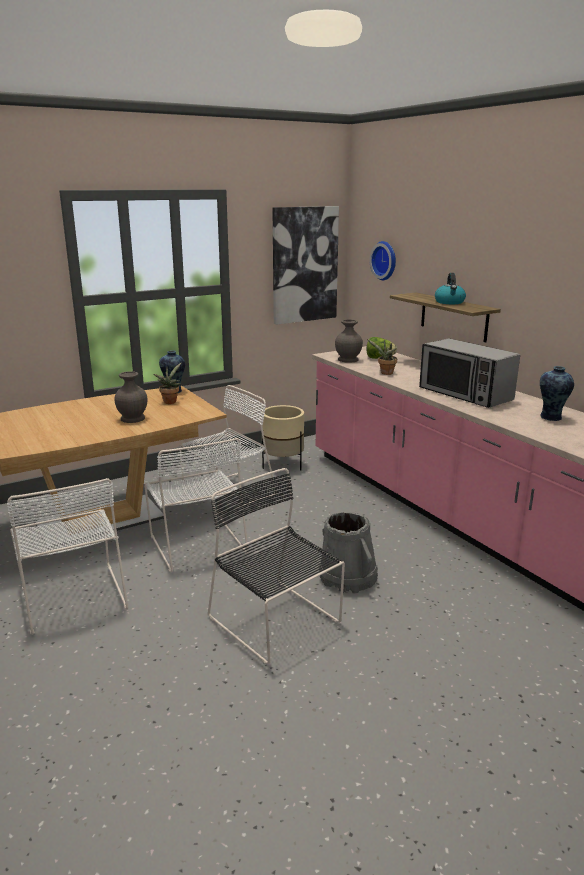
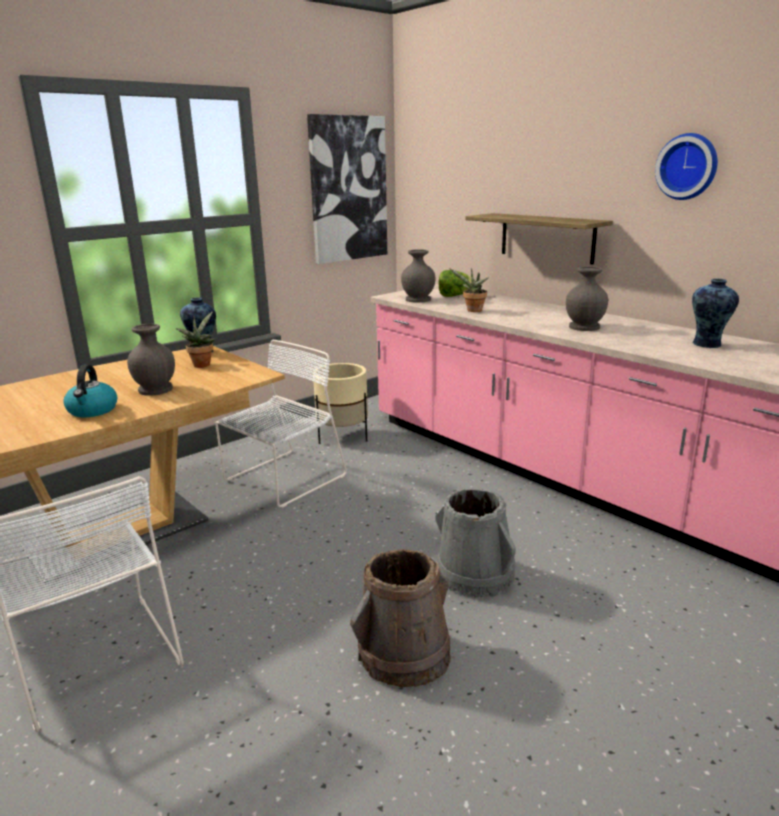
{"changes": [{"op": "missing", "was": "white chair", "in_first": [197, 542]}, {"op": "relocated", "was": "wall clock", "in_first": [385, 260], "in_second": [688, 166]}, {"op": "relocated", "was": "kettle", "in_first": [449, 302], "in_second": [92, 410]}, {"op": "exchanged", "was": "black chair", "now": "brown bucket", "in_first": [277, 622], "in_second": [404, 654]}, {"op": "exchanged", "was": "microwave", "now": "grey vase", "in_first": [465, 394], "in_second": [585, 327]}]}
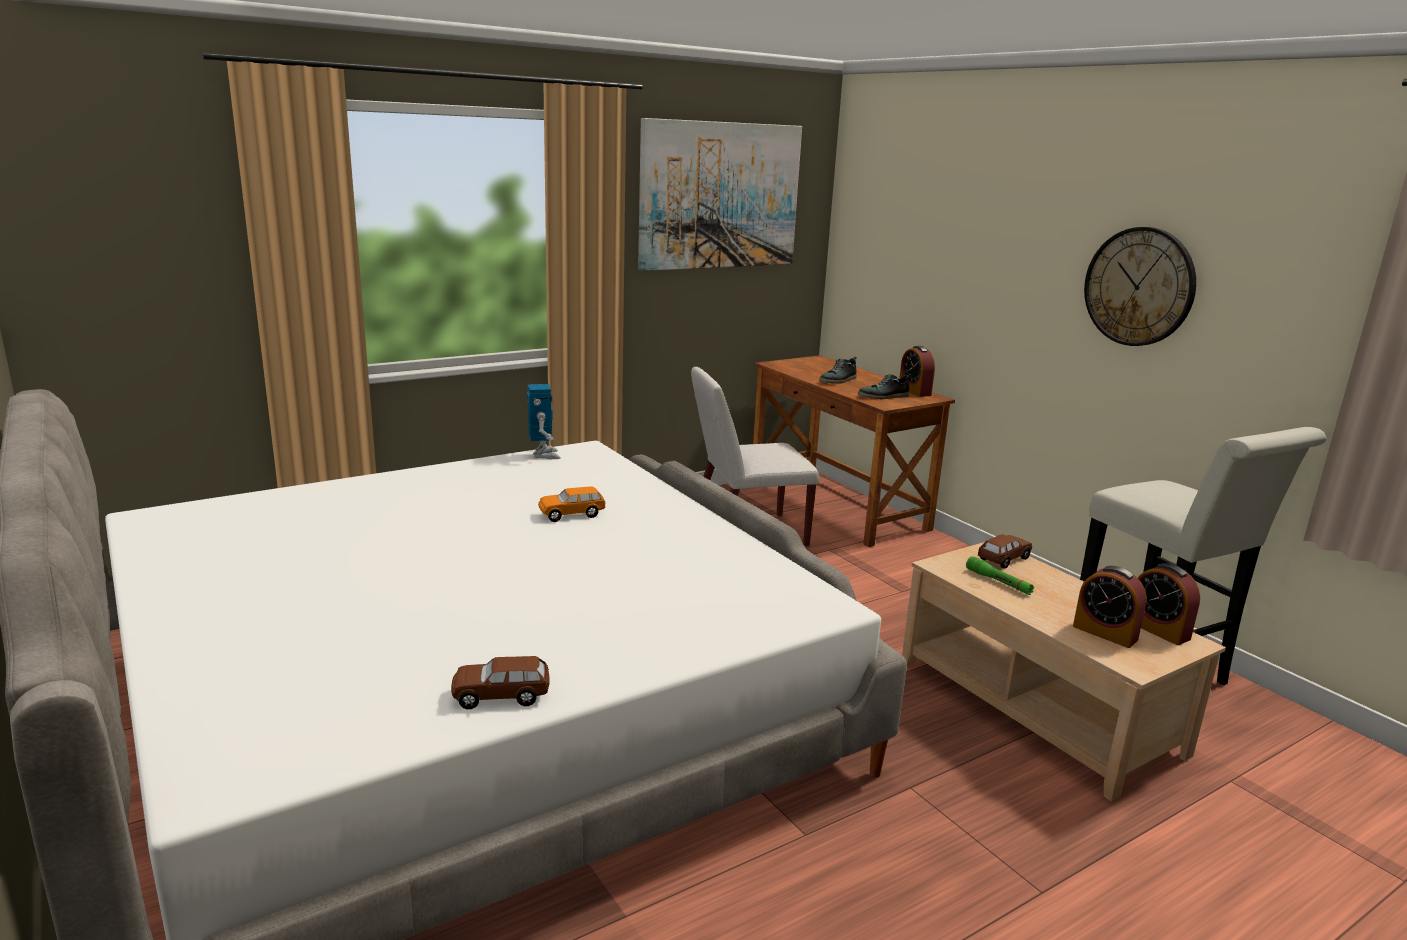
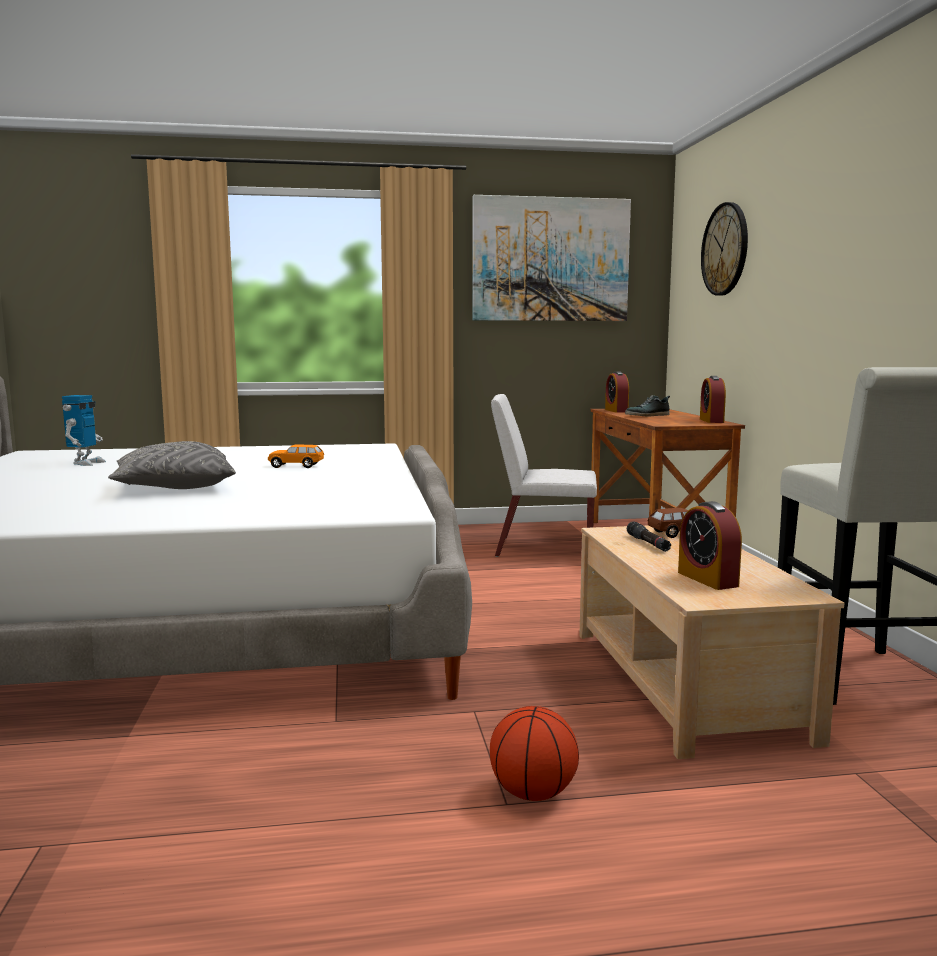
{"changes": [{"op": "missing", "was": "brown toy car", "in_first": [501, 696]}, {"op": "missing", "was": "shoe", "in_first": [884, 396]}, {"op": "appeared", "now": "grey pillow", "in_second": [174, 488]}, {"op": "appeared", "now": "basketball", "in_second": [533, 793]}, {"op": "relocated", "was": "toy robot", "in_first": [544, 455], "in_second": [86, 463]}, {"op": "relocated", "was": "wall clock", "in_first": [1139, 287], "in_second": [725, 249]}, {"op": "relocated", "was": "alarm clock", "in_first": [1158, 630], "in_second": [616, 411]}, {"op": "colour", "was": "green flashlight", "now": "black flashlight", "in_first": [998, 582], "in_second": [648, 544]}]}
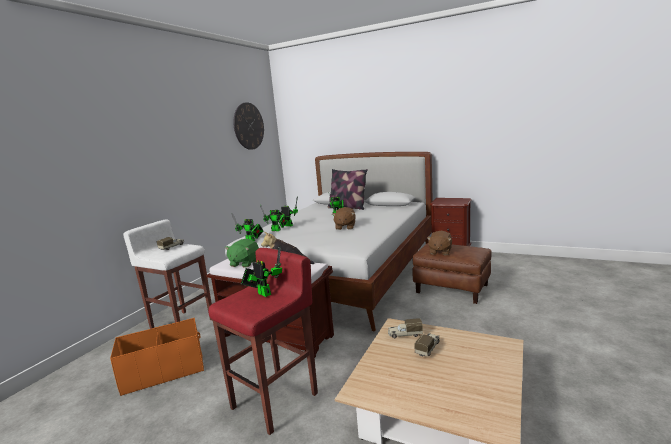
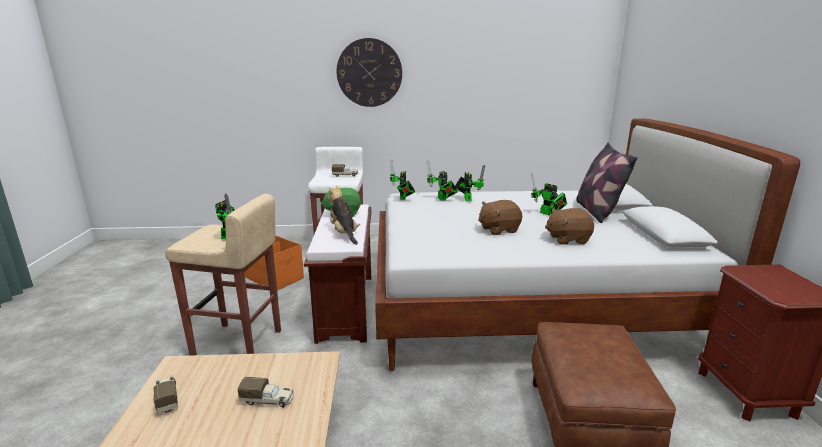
{"changes": [{"op": "relocated", "was": "wall clock", "in_first": [249, 126], "in_second": [369, 73]}, {"op": "relocated", "was": "toy truck", "in_first": [404, 334], "in_second": [167, 399]}, {"op": "relocated", "was": "brown plush toy", "in_first": [440, 252], "in_second": [567, 239]}, {"op": "colour", "was": "red stool", "now": "beige stool", "in_first": [276, 400], "in_second": [238, 344]}]}
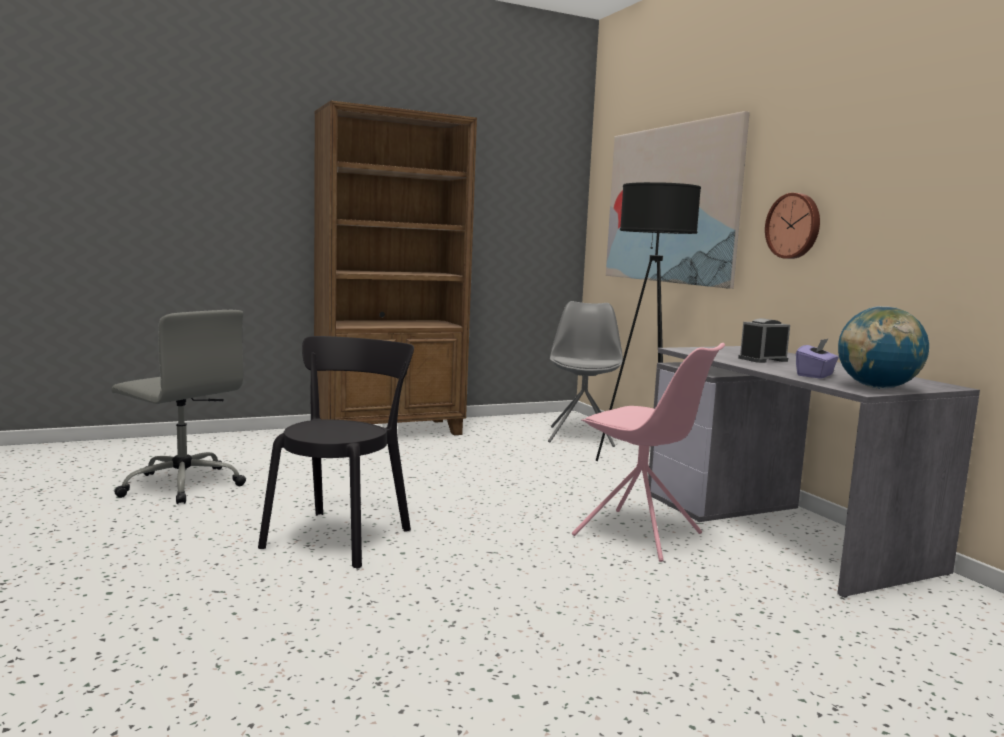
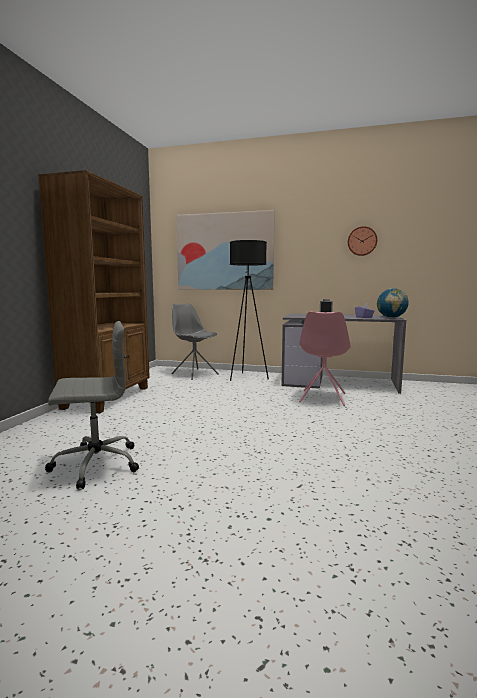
{"changes": [{"op": "missing", "was": "black chair", "in_first": [341, 536]}, {"op": "relocated", "was": "wall clock", "in_first": [794, 226], "in_second": [362, 241]}, {"op": "spun", "was": "pink chair", "in_first": [639, 535], "in_second": [322, 398], "clockwise": 120}]}
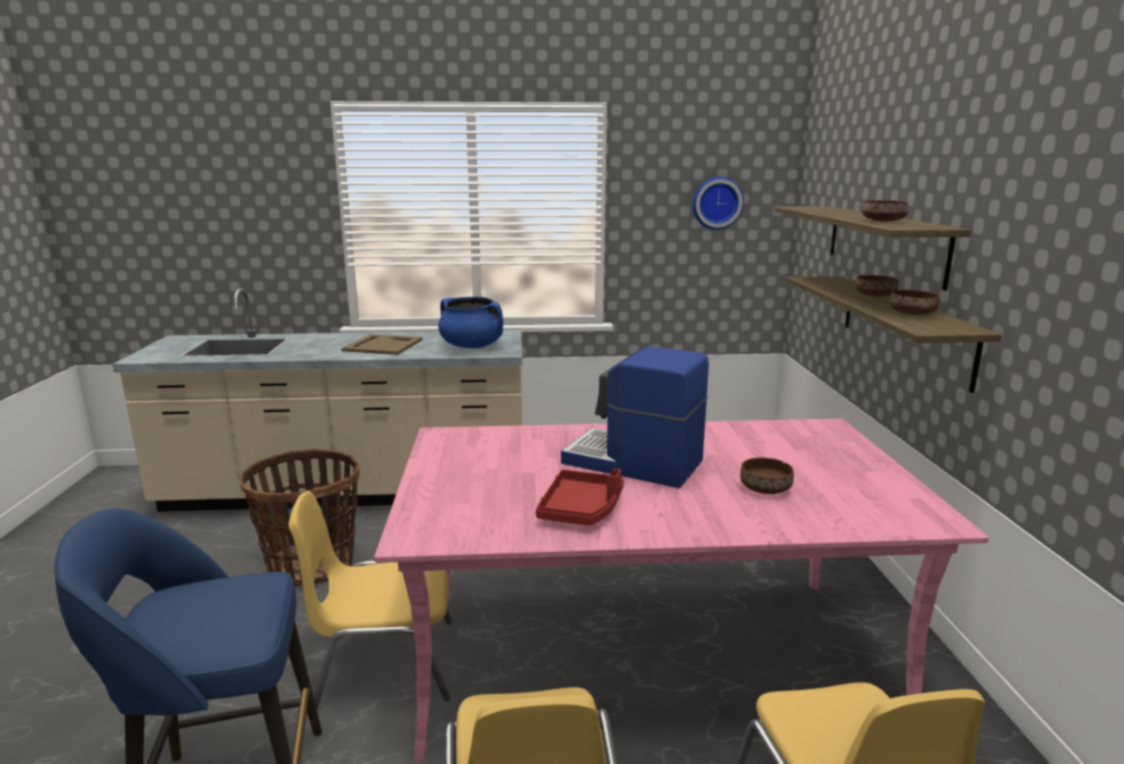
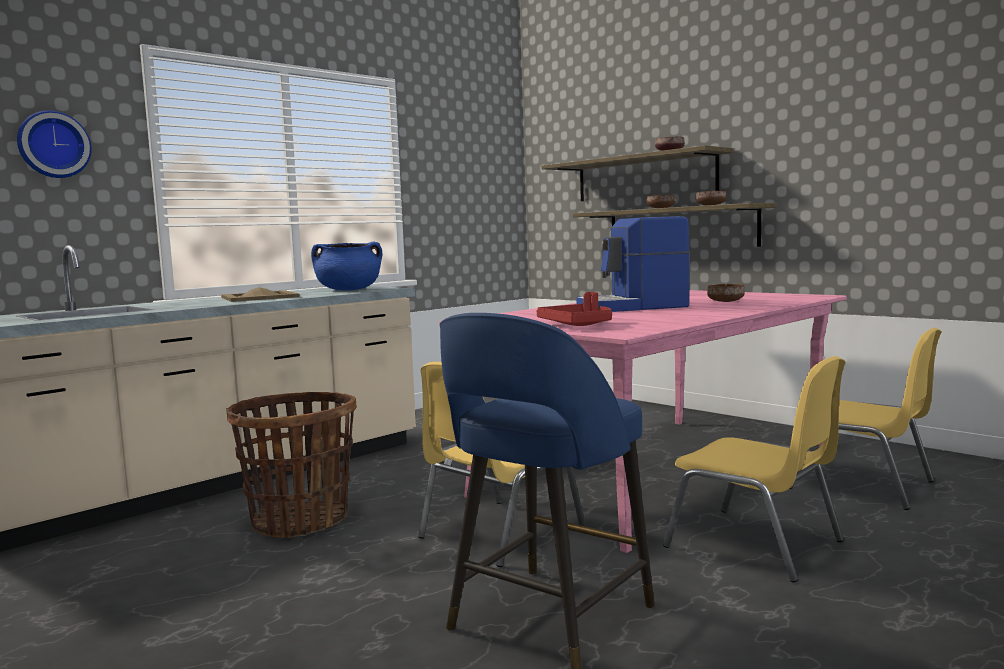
{"changes": [{"op": "relocated", "was": "red tray", "in_first": [581, 509], "in_second": [577, 325]}, {"op": "relocated", "was": "wall clock", "in_first": [716, 203], "in_second": [53, 145]}]}
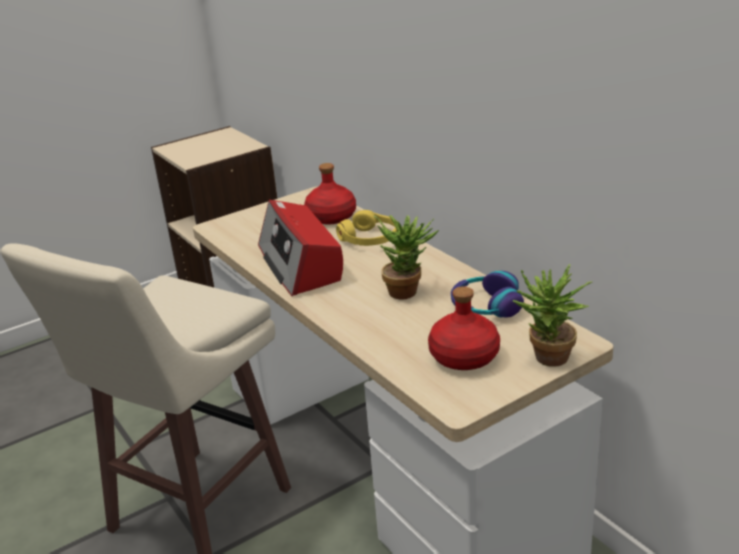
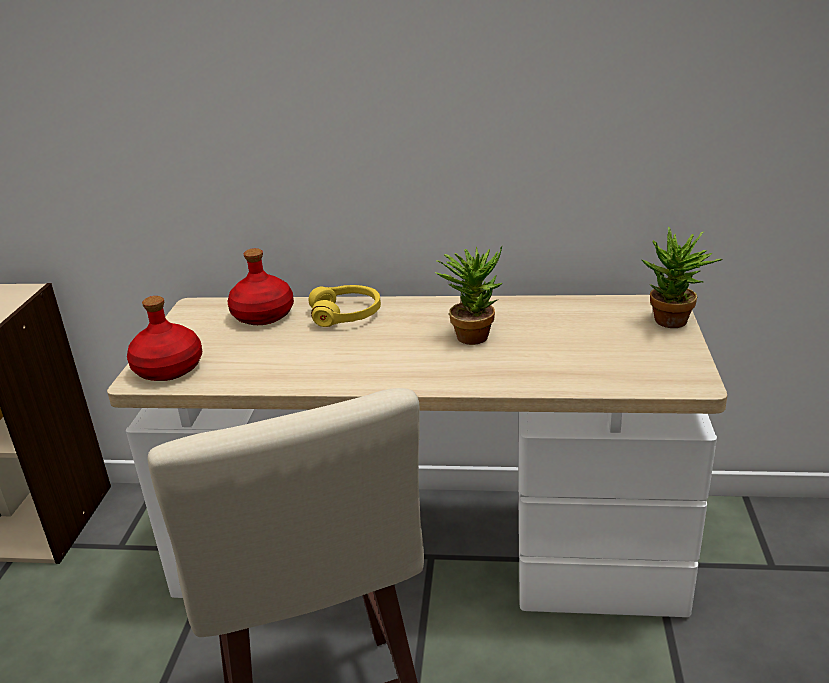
{"changes": [{"op": "missing", "was": "radio", "in_first": [300, 264]}, {"op": "missing", "was": "headphones", "in_first": [485, 306]}, {"op": "relocated", "was": "red bottle", "in_first": [463, 356], "in_second": [168, 369]}]}
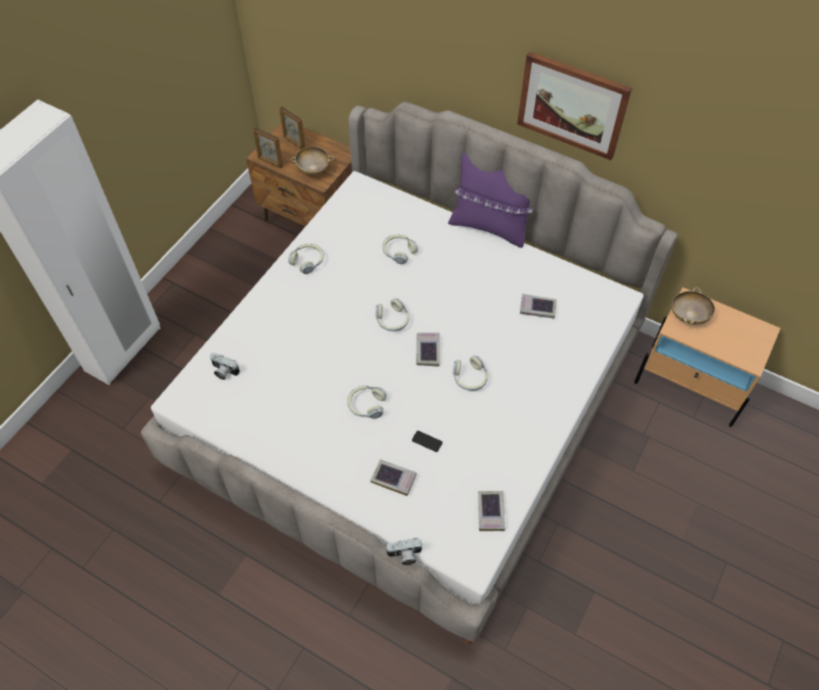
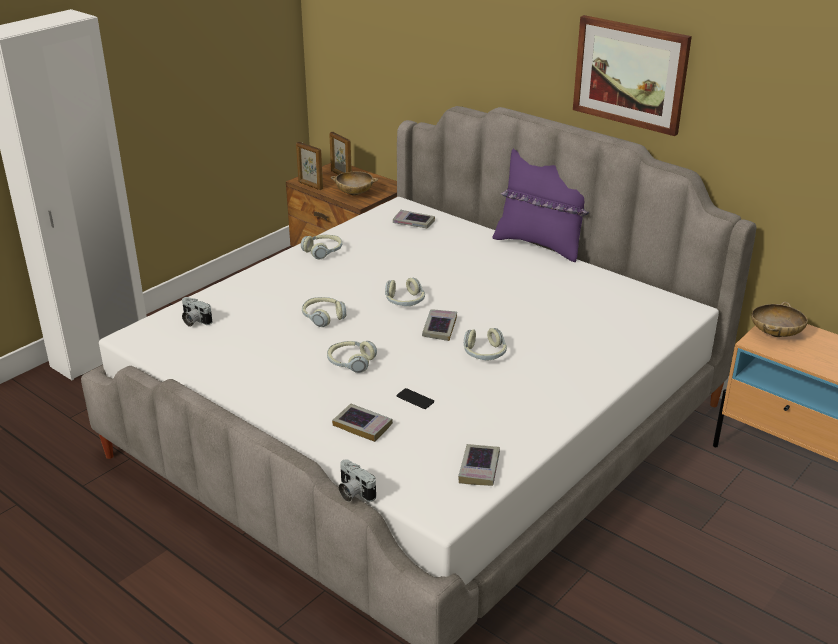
{"changes": [{"op": "relocated", "was": "headphones", "in_first": [399, 252], "in_second": [323, 317]}, {"op": "relocated", "was": "book", "in_first": [537, 308], "in_second": [413, 223]}, {"op": "spun", "was": "photo camera", "in_first": [405, 555], "in_second": [353, 492], "clockwise": 45}]}
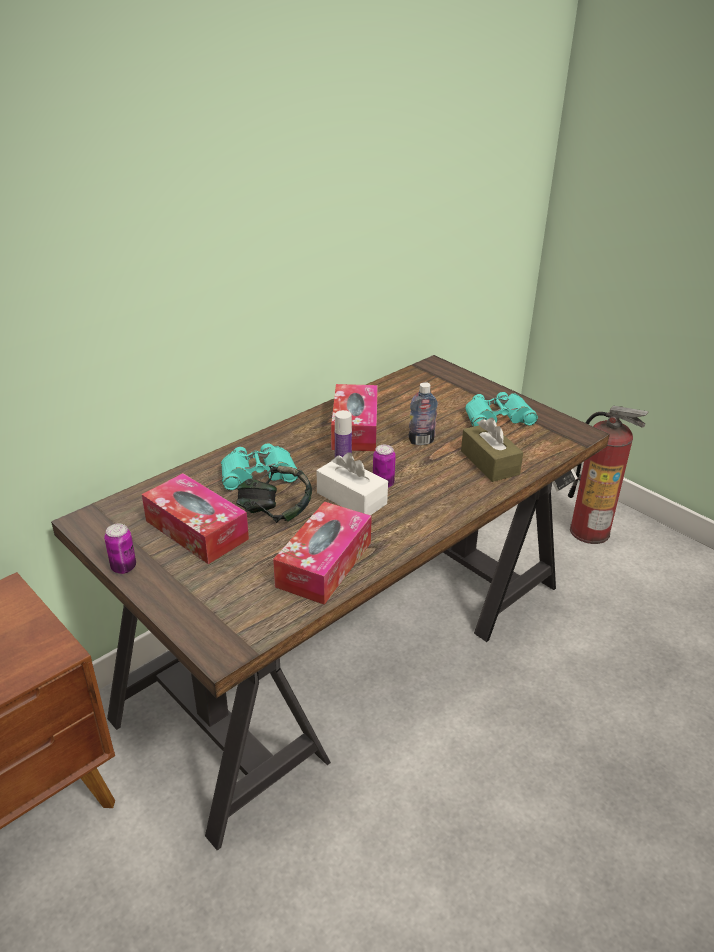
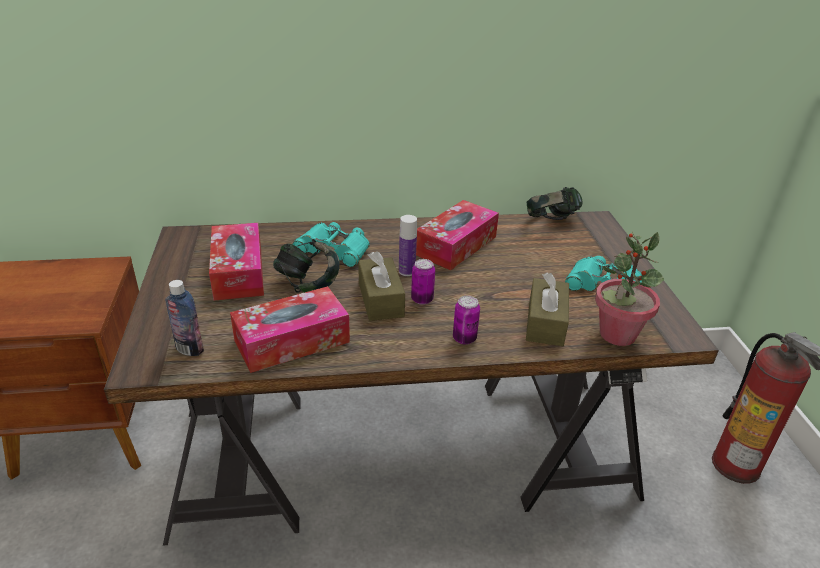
{"changes": [{"op": "appeared", "now": "headphones", "in_second": [551, 221]}, {"op": "appeared", "now": "potted plant", "in_second": [617, 334]}, {"op": "relocated", "was": "can", "in_first": [123, 567], "in_second": [464, 338]}, {"op": "relocated", "was": "bottle", "in_first": [421, 441], "in_second": [189, 349]}, {"op": "colour", "was": "white tissue box", "now": "brown tissue box", "in_first": [351, 498], "in_second": [380, 299]}]}
